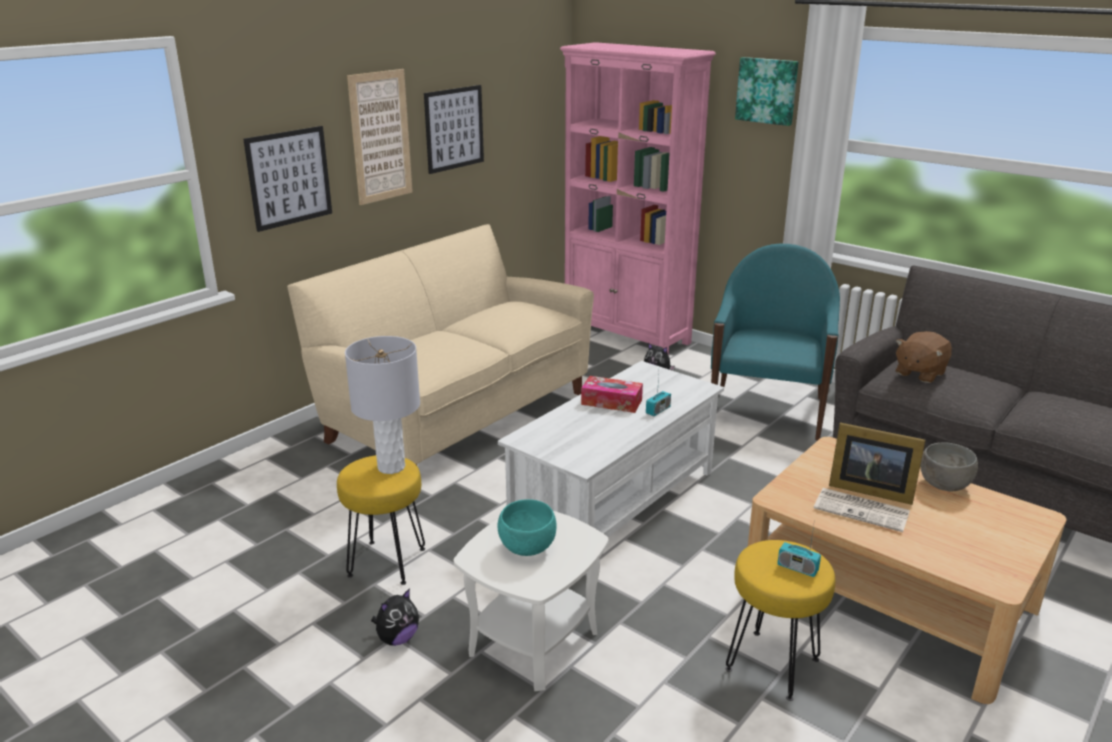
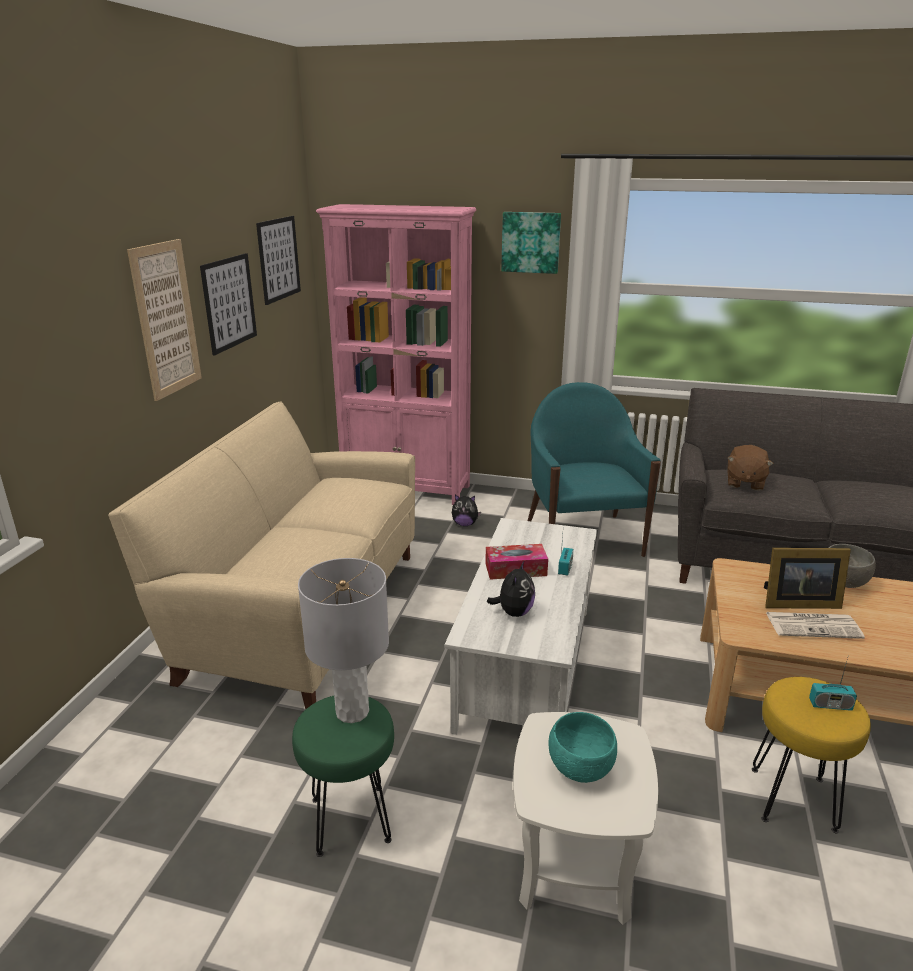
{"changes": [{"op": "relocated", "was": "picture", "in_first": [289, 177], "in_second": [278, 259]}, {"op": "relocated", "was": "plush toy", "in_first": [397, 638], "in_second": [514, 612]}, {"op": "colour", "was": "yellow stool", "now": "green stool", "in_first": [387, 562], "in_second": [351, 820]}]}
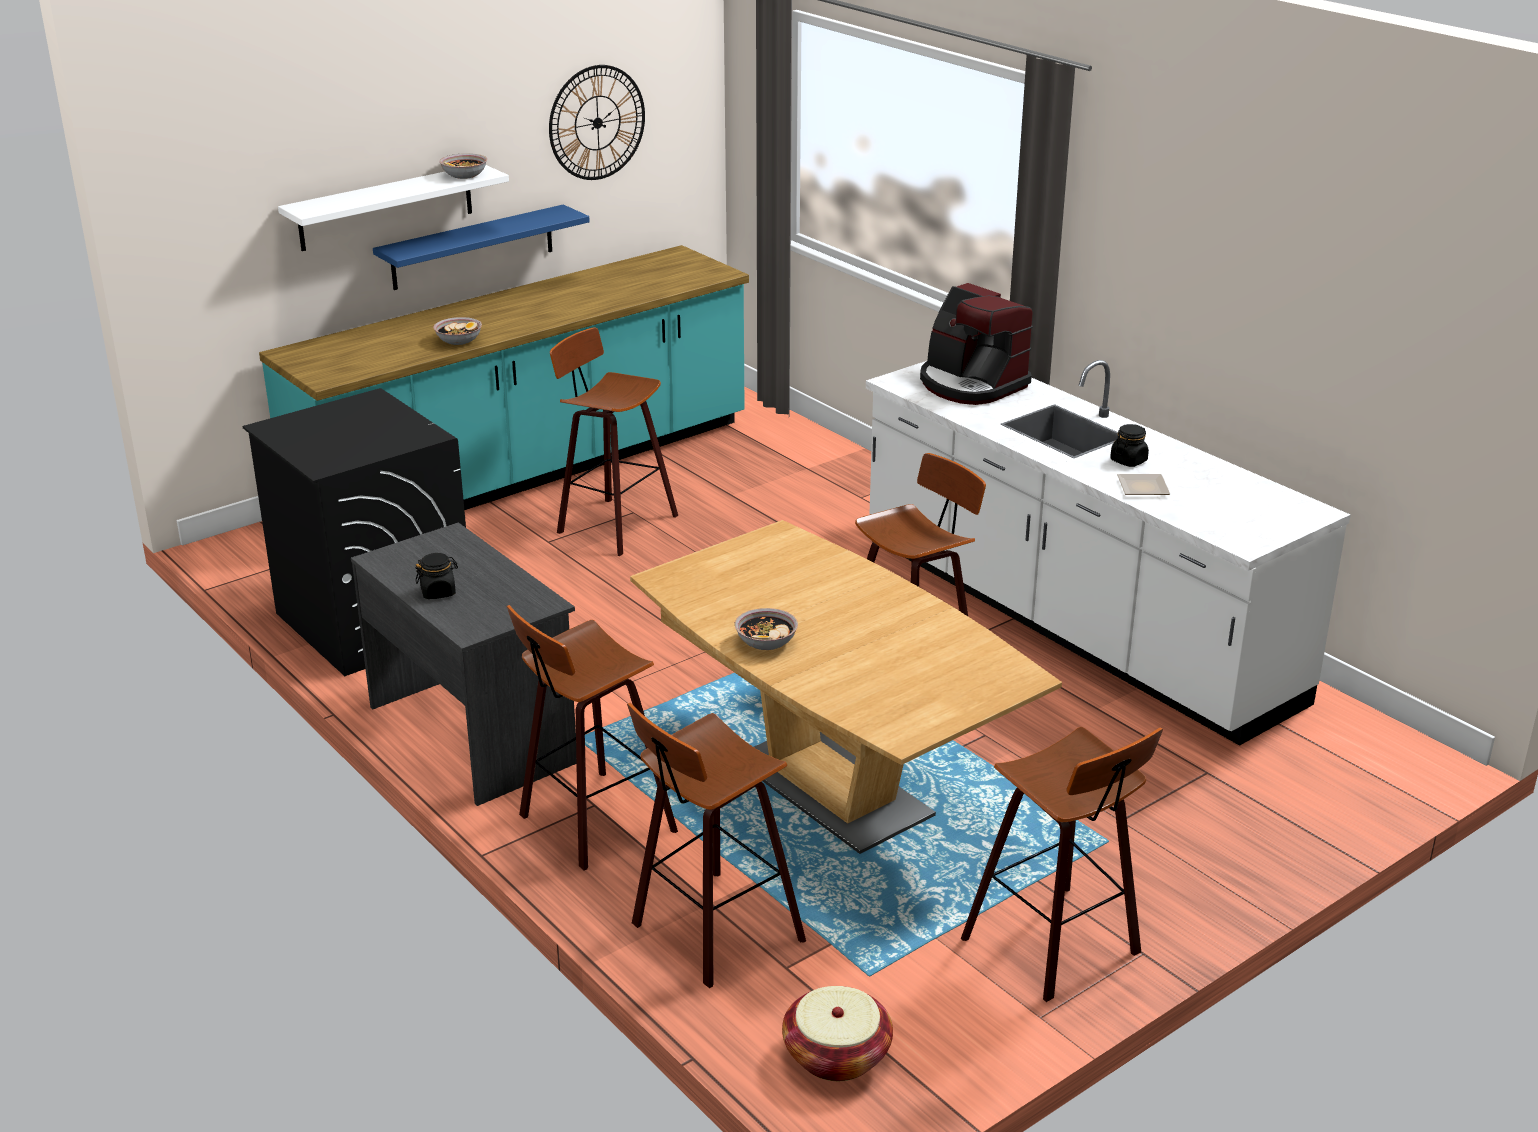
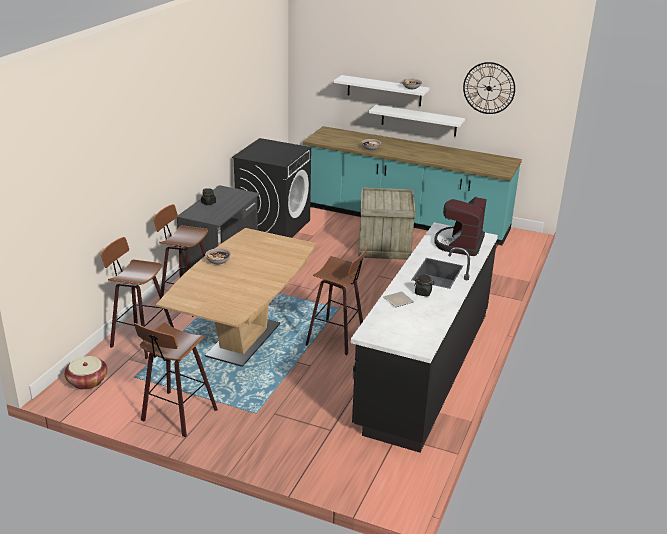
{"changes": [{"op": "exchanged", "was": "stool", "now": "crate", "in_first": [612, 524], "in_second": [385, 246]}, {"op": "colour", "was": "blue shelf", "now": "white shelf", "in_first": [472, 247], "in_second": [419, 120]}, {"op": "colour", "was": "white counter", "now": "black counter", "in_first": [1072, 622], "in_second": [424, 367]}]}
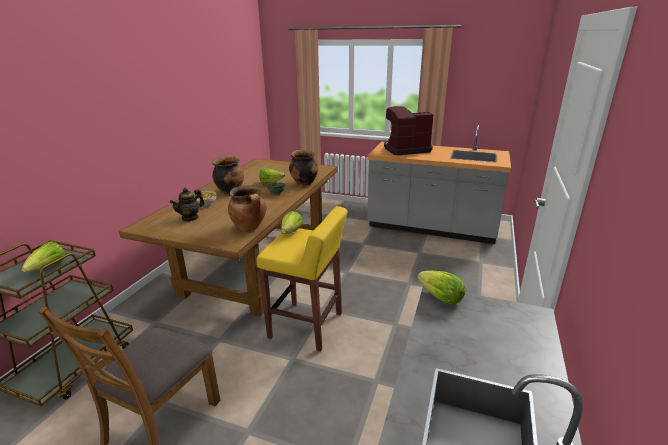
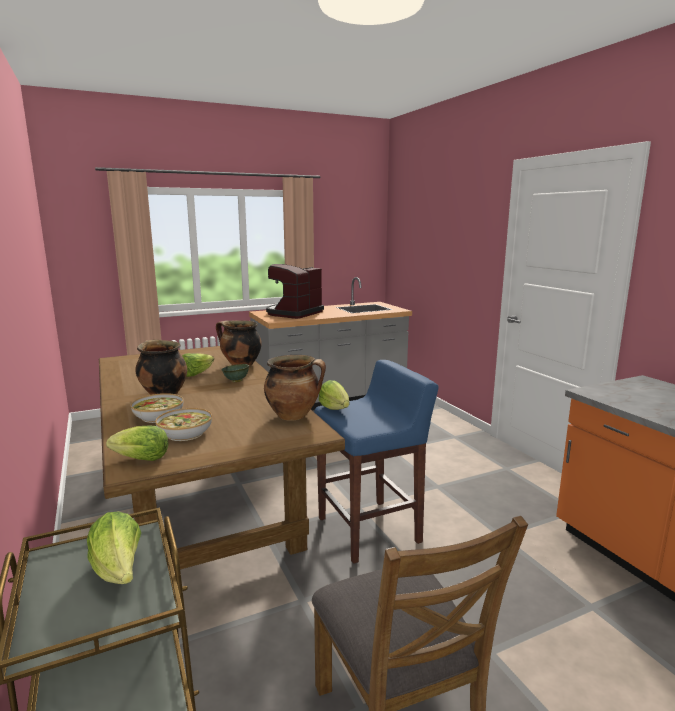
{"changes": [{"op": "relocated", "was": "lettuce", "in_first": [440, 298], "in_second": [142, 459]}, {"op": "exchanged", "was": "teapot", "now": "bowl", "in_first": [190, 218], "in_second": [185, 433]}, {"op": "colour", "was": "yellow stool", "now": "blue stool", "in_first": [307, 326], "in_second": [370, 530]}]}
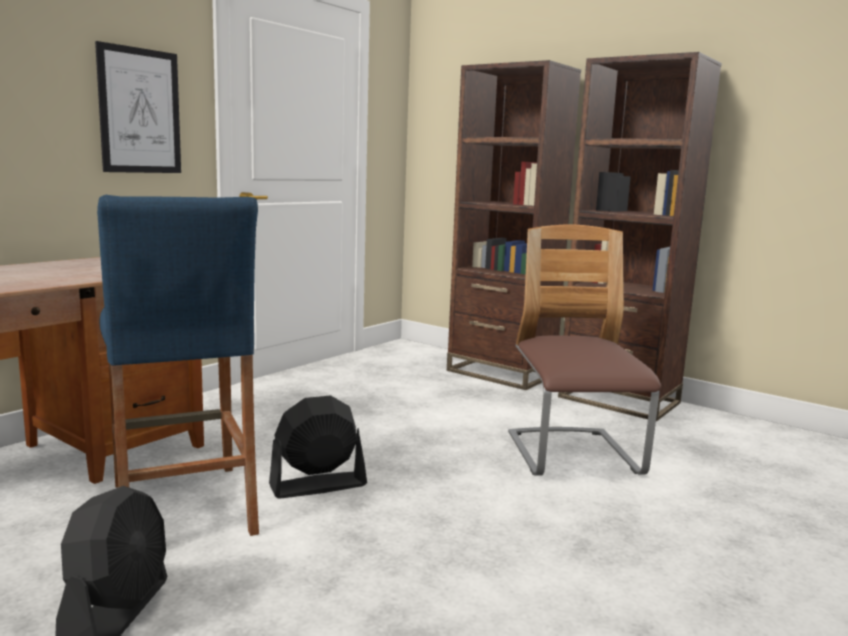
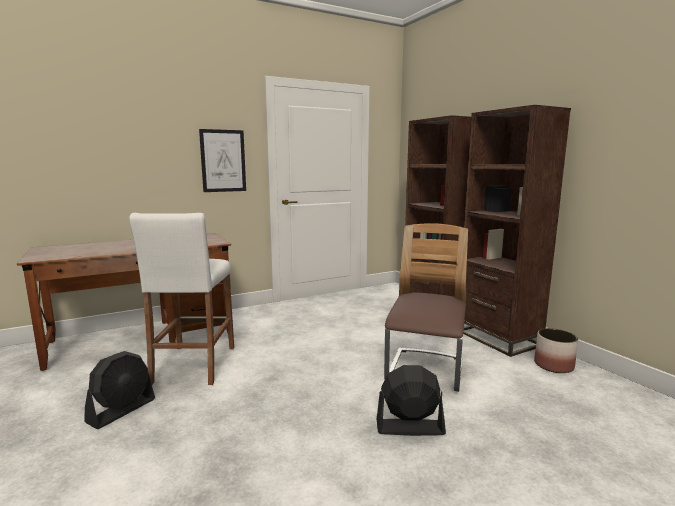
{"changes": [{"op": "appeared", "now": "planter", "in_second": [554, 366]}, {"op": "relocated", "was": "black fan", "in_first": [317, 485], "in_second": [409, 427]}, {"op": "colour", "was": "blue stool", "now": "white stool", "in_first": [182, 507], "in_second": [194, 364]}]}
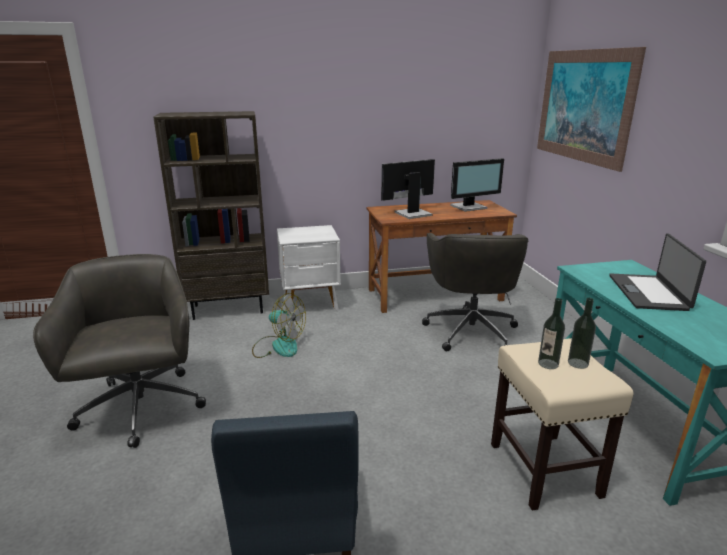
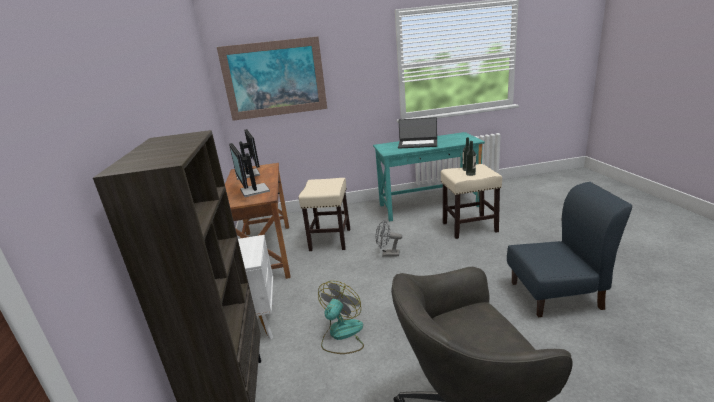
{"changes": [{"op": "appeared", "now": "grey fan", "in_second": [387, 254]}, {"op": "exchanged", "was": "grey office chair", "now": "beige stool", "in_first": [470, 330], "in_second": [330, 240]}]}
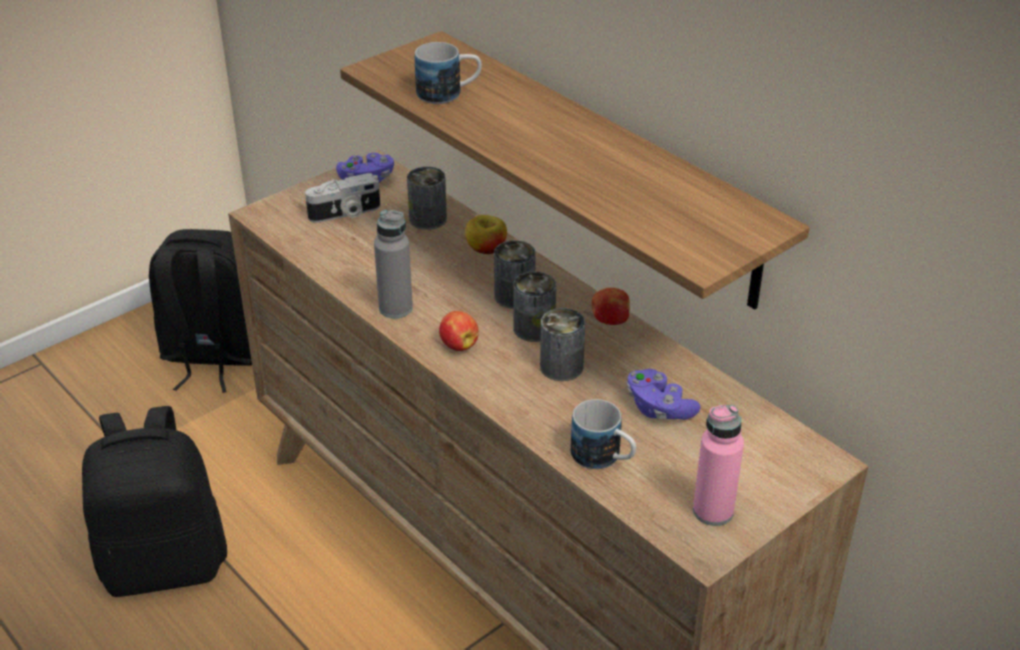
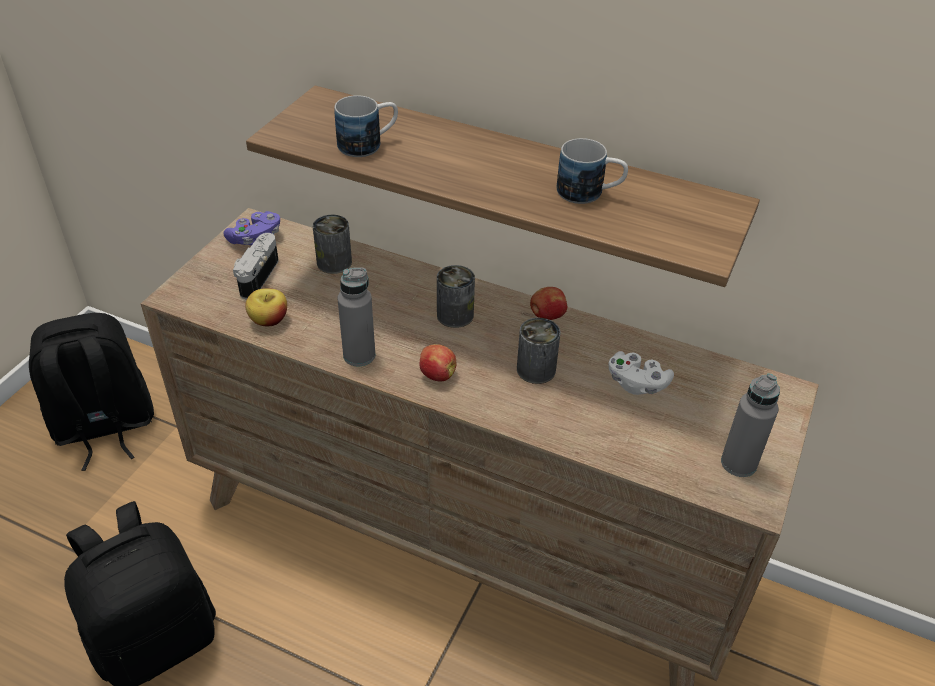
{"changes": [{"op": "missing", "was": "can", "in_first": [534, 328]}, {"op": "relocated", "was": "apple", "in_first": [486, 249], "in_second": [269, 320]}, {"op": "relocated", "was": "mug", "in_first": [604, 458], "in_second": [589, 193]}, {"op": "colour", "was": "purple game controller", "now": "white game controller", "in_first": [658, 408], "in_second": [636, 383]}, {"op": "colour", "was": "pink bottle", "now": "grey bottle", "in_first": [713, 511], "in_second": [738, 463]}, {"op": "spun", "was": "photo camera", "in_first": [345, 214], "in_second": [256, 276], "clockwise": 150}]}
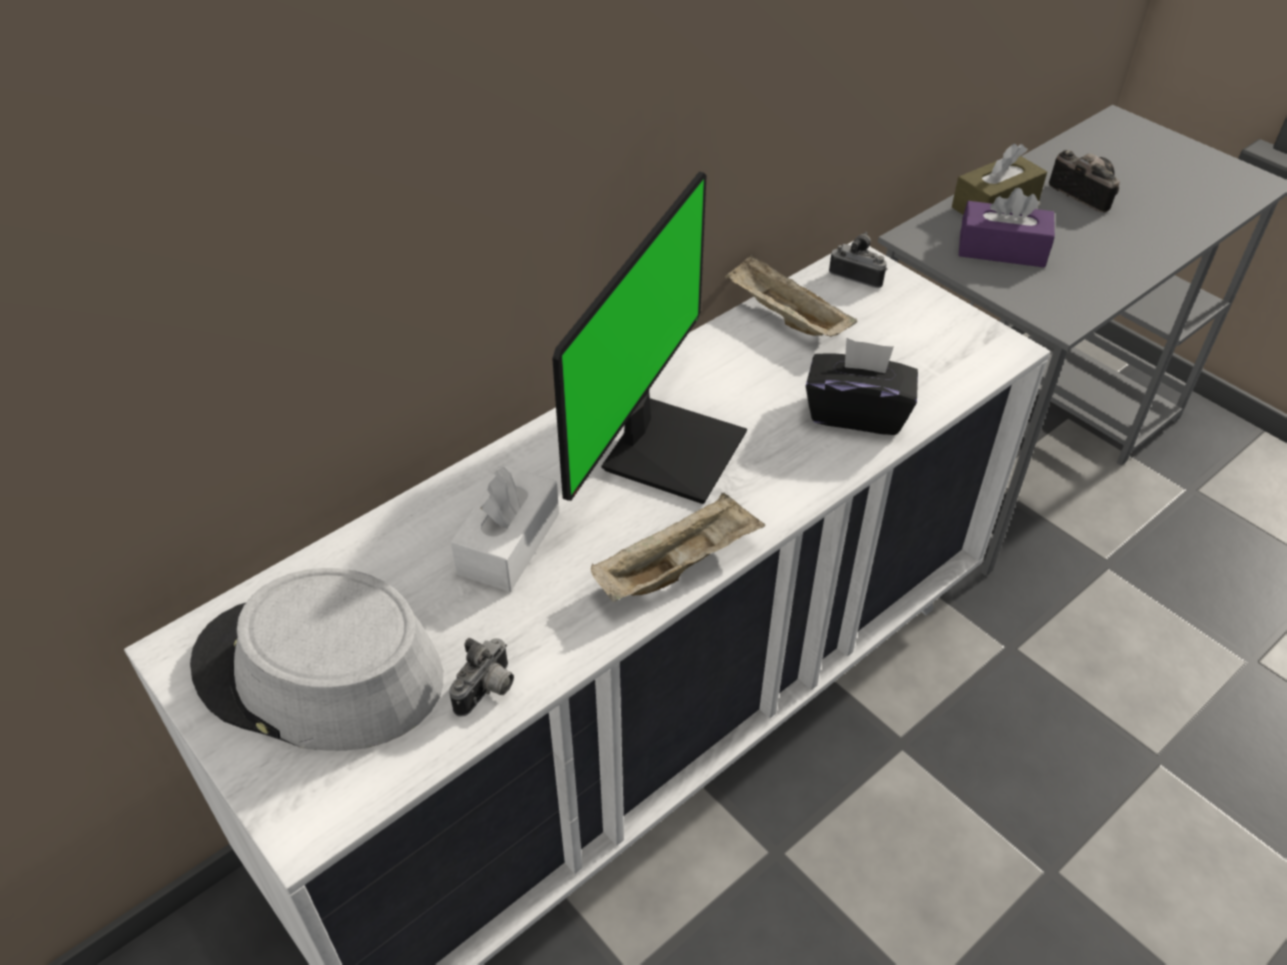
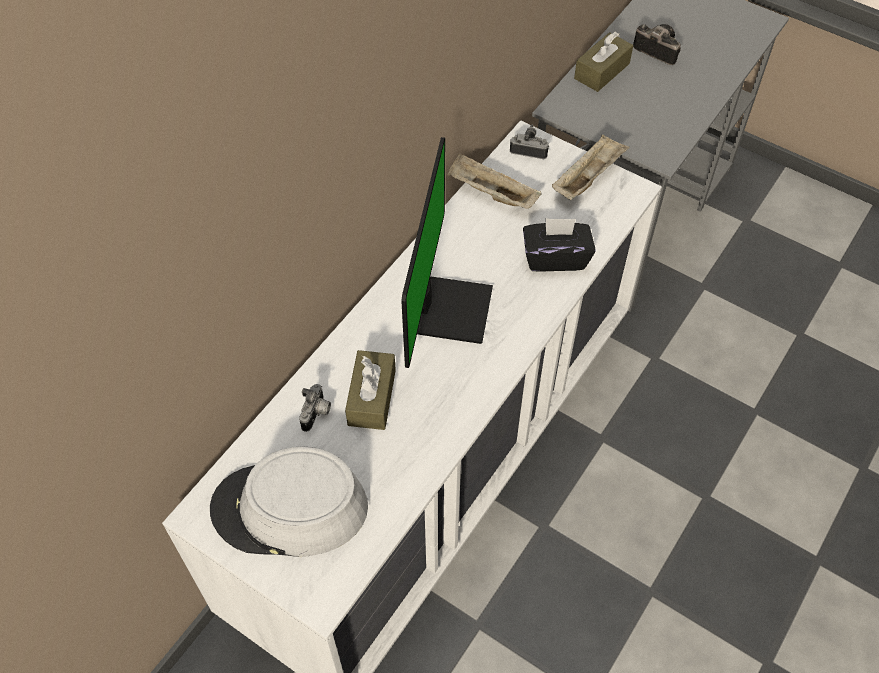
{"changes": [{"op": "missing", "was": "purple tissue box", "in_first": [1001, 249]}, {"op": "relocated", "was": "photo camera", "in_first": [488, 691], "in_second": [317, 414]}, {"op": "relocated", "was": "beige tray", "in_first": [678, 566], "in_second": [588, 178]}, {"op": "colour", "was": "white tissue box", "now": "brown tissue box", "in_first": [509, 543], "in_second": [372, 397]}]}
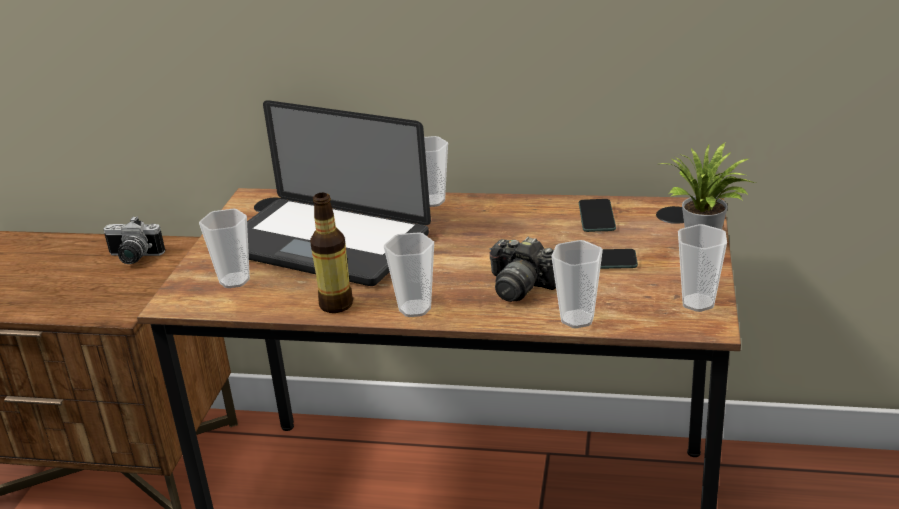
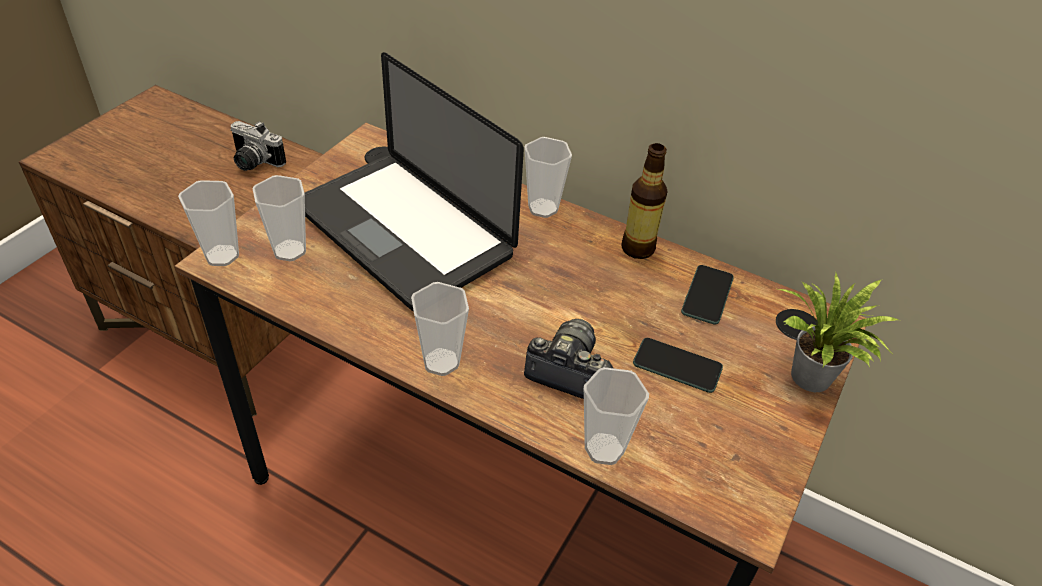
{"changes": [{"op": "relocated", "was": "bottle", "in_first": [336, 305], "in_second": [637, 248]}, {"op": "relocated", "was": "cup", "in_first": [698, 303], "in_second": [222, 256]}, {"op": "spun", "was": "photo camera", "in_first": [520, 286], "in_second": [569, 372], "clockwise": 150}]}
